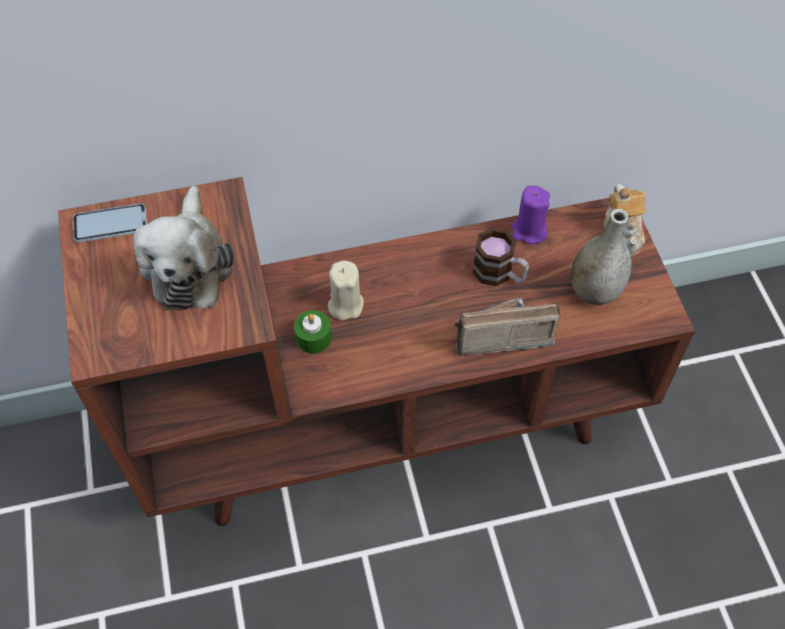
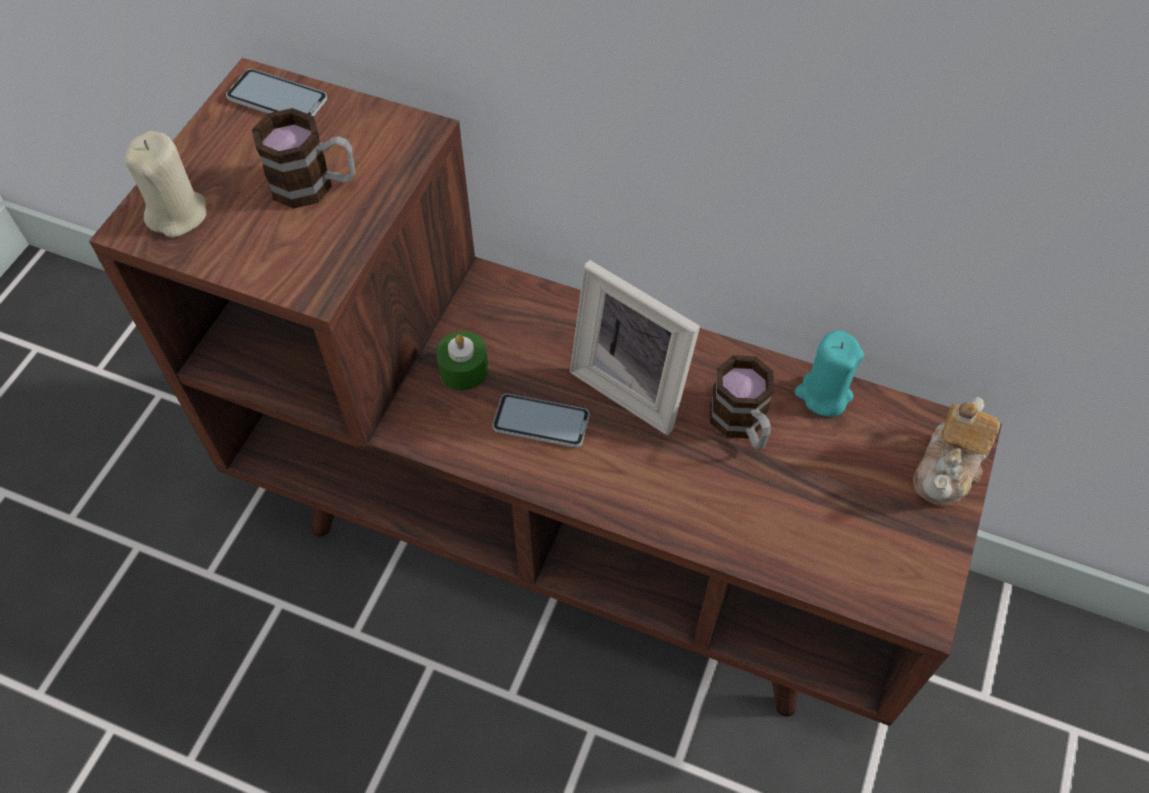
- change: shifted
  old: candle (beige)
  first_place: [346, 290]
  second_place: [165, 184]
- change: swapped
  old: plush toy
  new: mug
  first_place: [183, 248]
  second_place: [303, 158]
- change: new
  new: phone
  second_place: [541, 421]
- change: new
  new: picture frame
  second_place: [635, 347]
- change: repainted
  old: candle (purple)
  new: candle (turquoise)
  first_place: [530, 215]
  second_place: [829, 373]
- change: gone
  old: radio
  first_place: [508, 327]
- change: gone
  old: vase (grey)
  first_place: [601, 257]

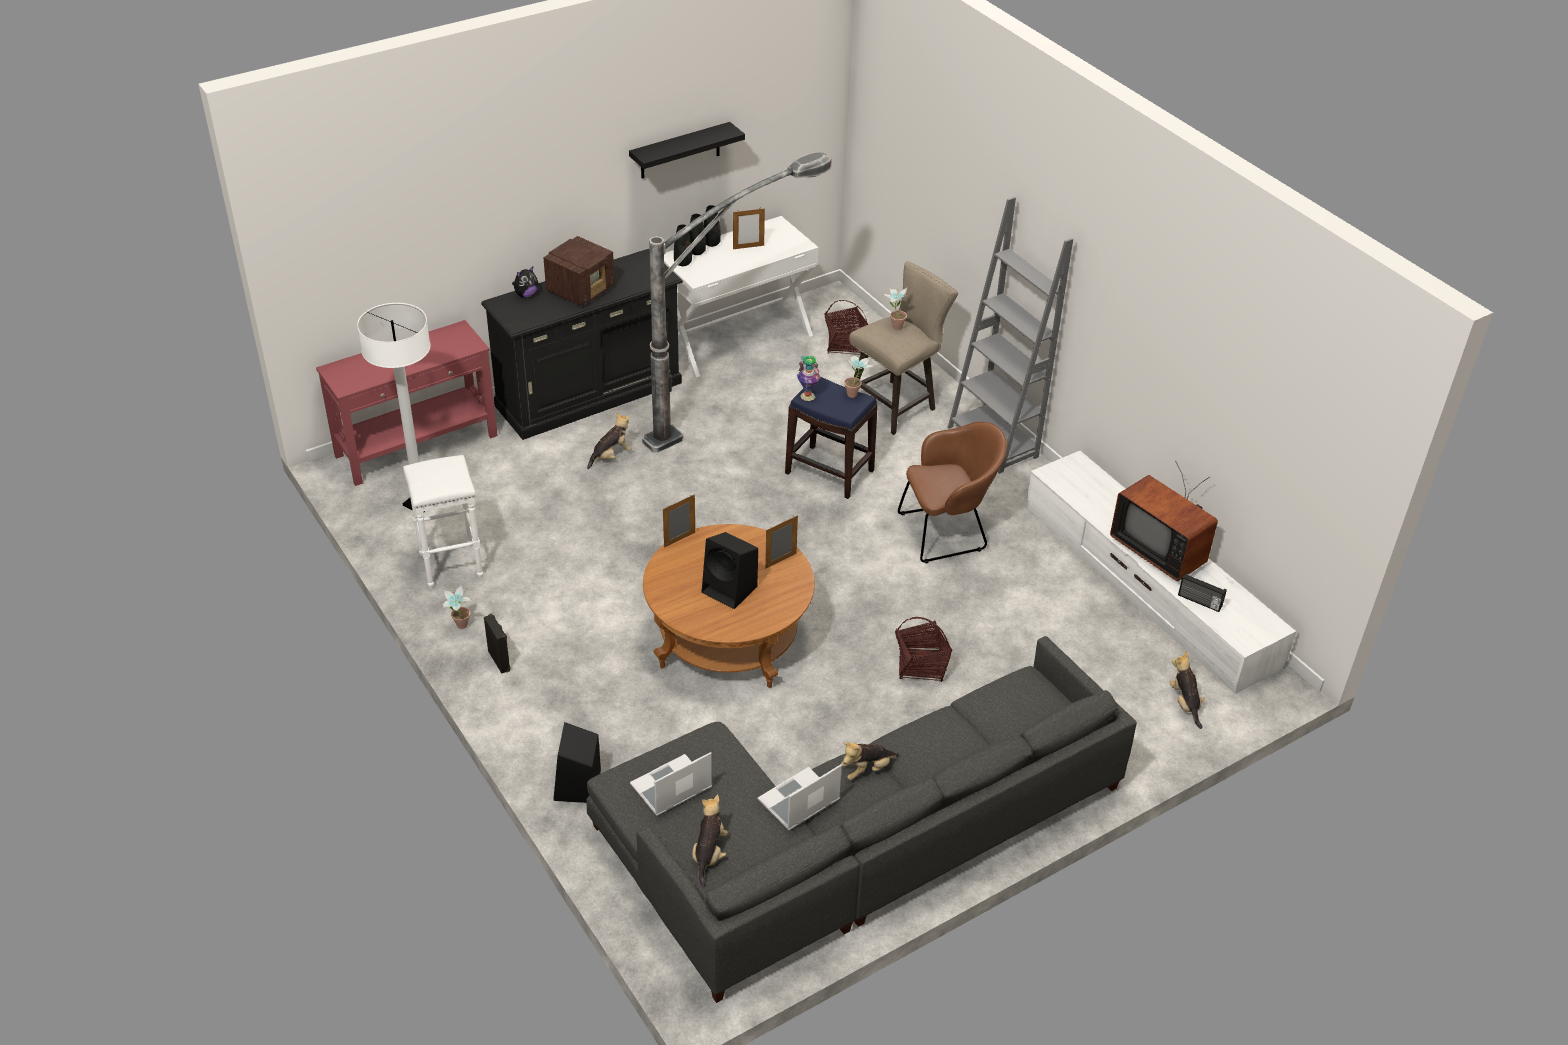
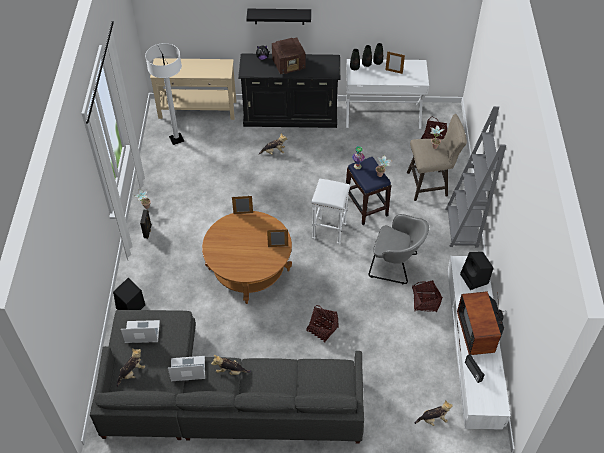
- change: repainted
  old: console table (red)
  new: console table (beige)
  first_place: [407, 403]
  second_place: [193, 89]
- change: shifted
  old: shelf (black)
  first_place: [687, 150]
  second_place: [278, 17]
- change: shifted
  old: stool (white)
  first_place: [443, 521]
  second_place: [330, 212]
- change: repainted
  old: armchair (brown)
  new: armchair (grey)
  first_place: [952, 492]
  second_place: [398, 249]
- change: new
  new: basket
  second_place: [427, 296]
- change: rotated
  old: plush toy
  first_place: [1187, 690]
  second_place: [433, 413]
  degrees: 60
- change: shifted
  old: speaker (black)
  first_place: [730, 570]
  second_place: [476, 271]
- change: gone
  old: floor lamp
  first_place: [737, 302]

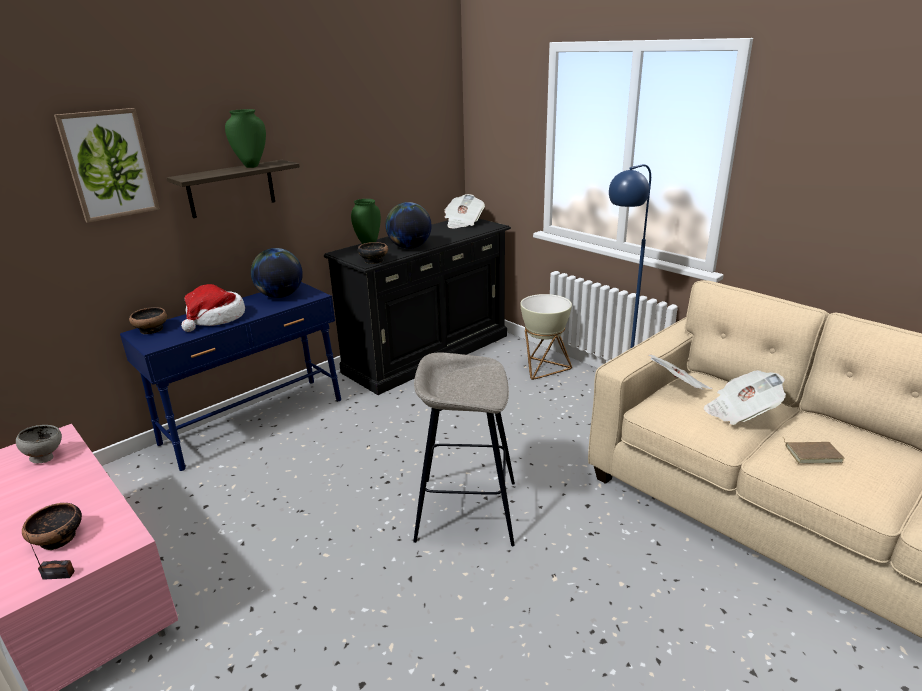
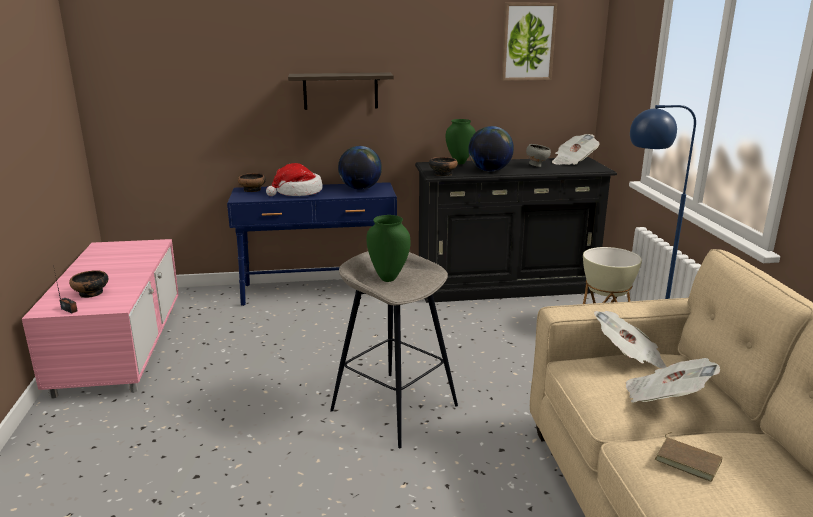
- change: shifted
  old: vase (green)
  first_place: [245, 138]
  second_place: [388, 248]
- change: shifted
  old: picture
  first_place: [107, 165]
  second_place: [529, 42]
- change: shifted
  old: bowl (grey)
  first_place: [39, 444]
  second_place: [538, 155]

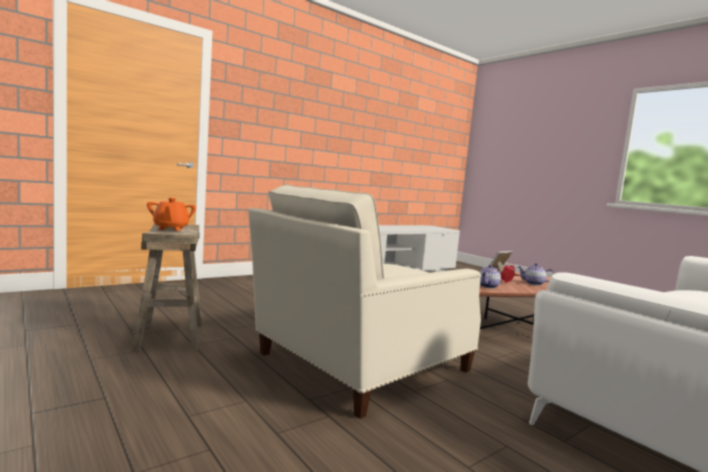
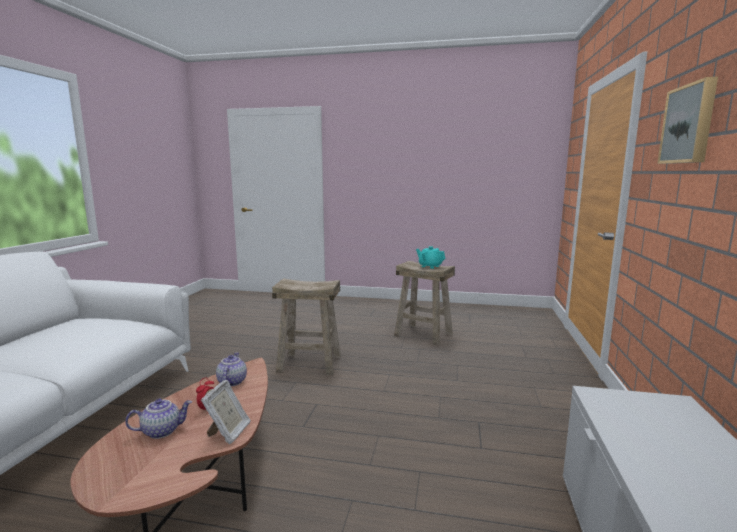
- change: swapped
  old: armchair (beige)
  new: stool (beige)
  first_place: [364, 301]
  second_place: [306, 327]
- change: repainted
  old: teapot (orange)
  new: teapot (turquoise)
  first_place: [171, 214]
  second_place: [430, 257]
- change: new
  new: picture
  second_place: [687, 120]

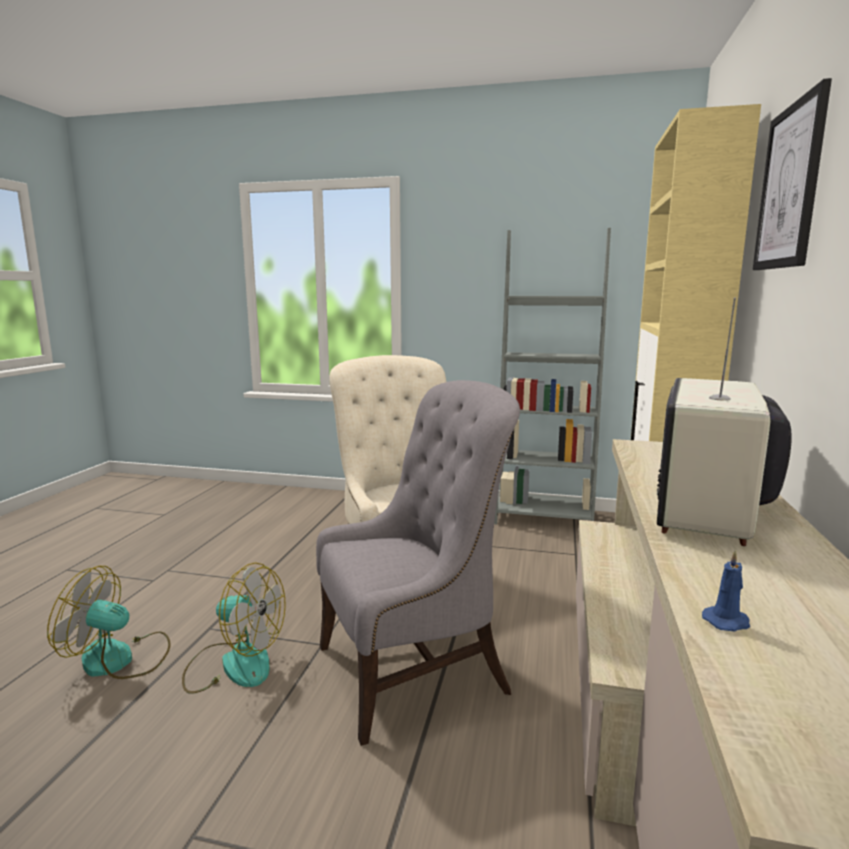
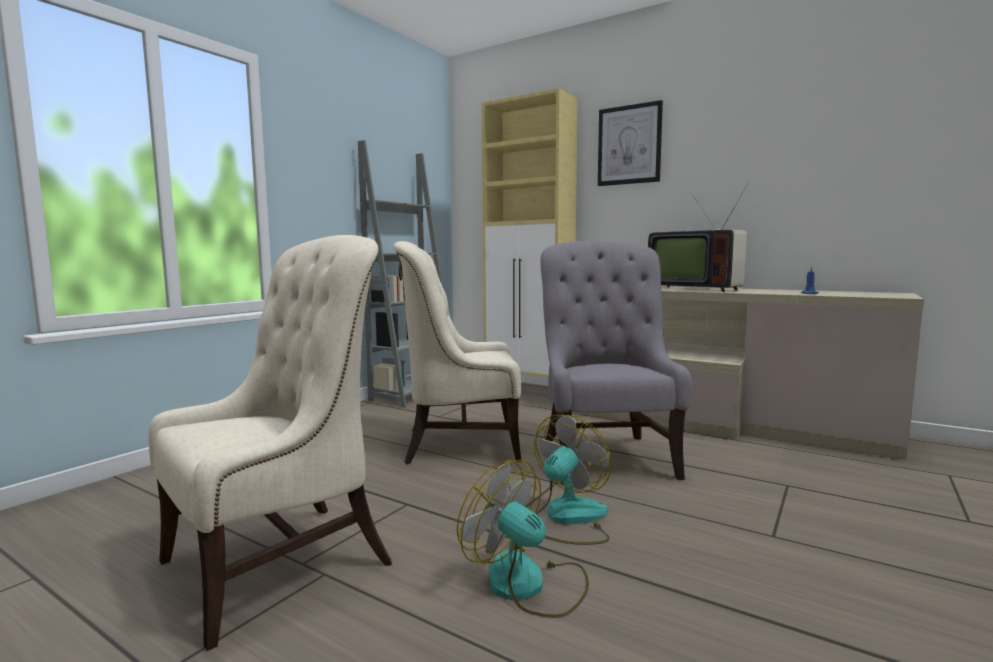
- change: new
  new: armchair (beige)
  second_place: [270, 443]
- change: rotated
  old: fan
  first_place: [109, 622]
  second_place: [523, 539]
  degrees: 105

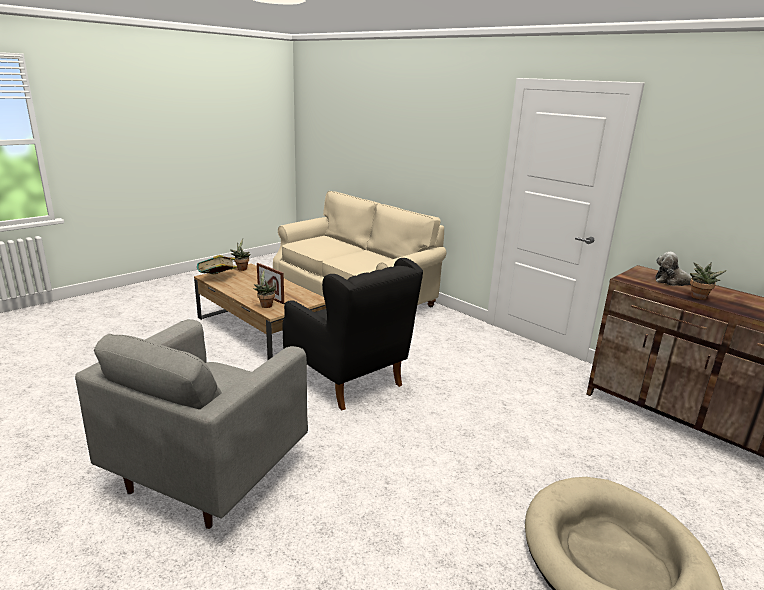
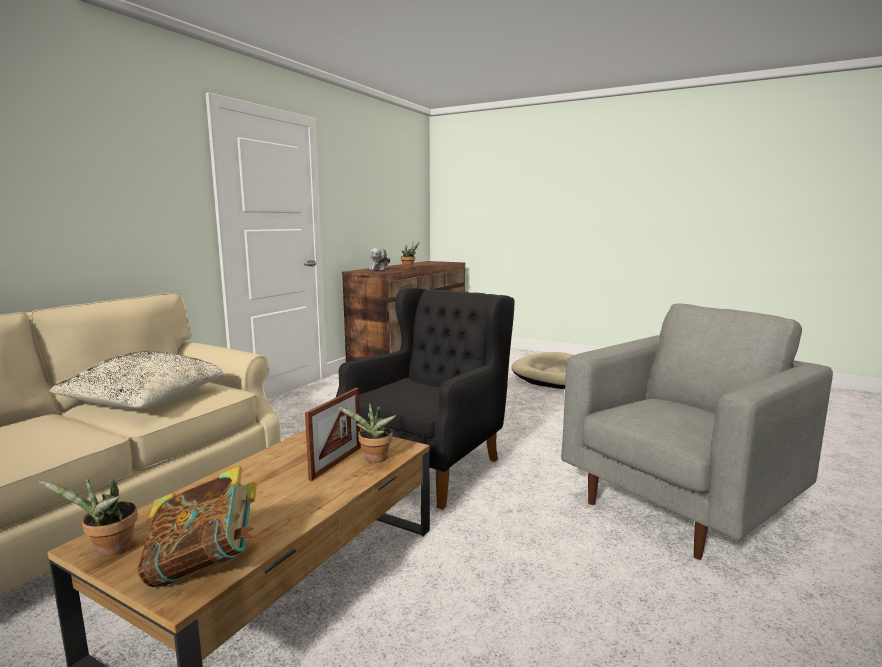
- change: new
  new: pillow (beige)
  second_place: [136, 380]
- change: rotated
  old: armchair (grey)
  first_place: [191, 424]
  second_place: [697, 431]
  degrees: -45

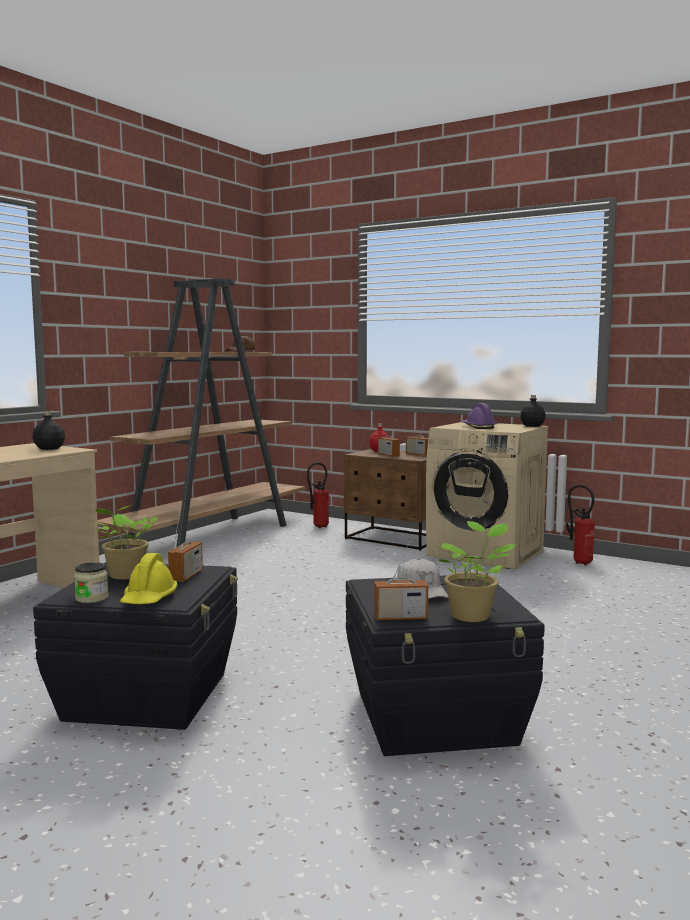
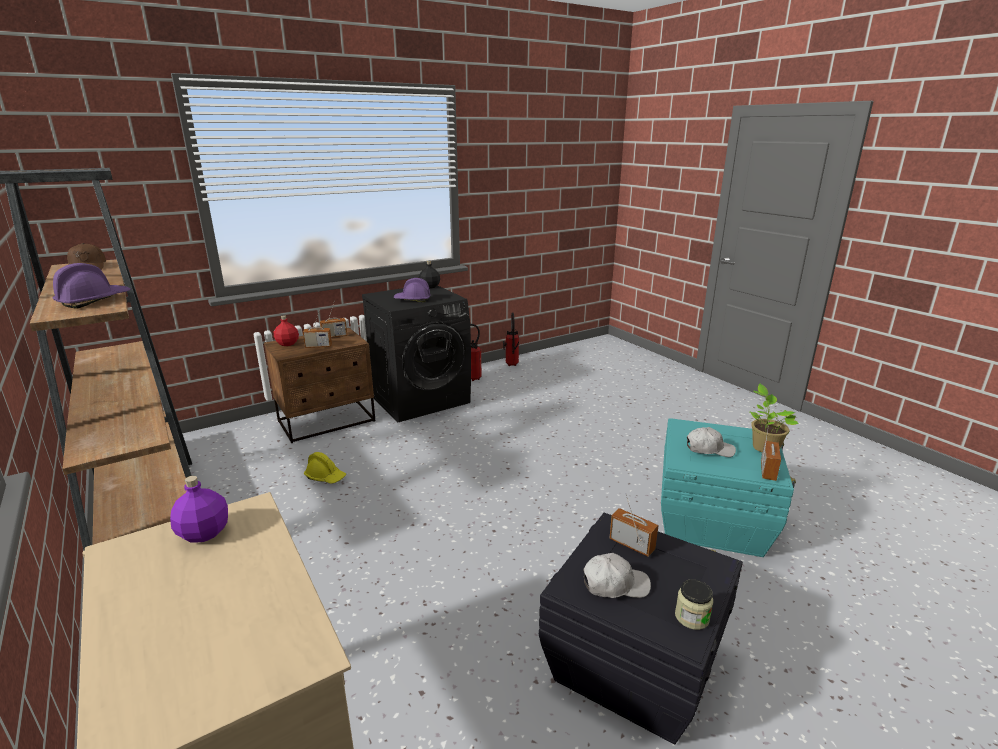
- change: new
  new: hard hat (purple)
  second_place: [92, 285]
- change: repainted
  old: bottle (black)
  new: bottle (purple)
  first_place: [49, 430]
  second_place: [199, 509]
- change: shifted
  old: hard hat (yellow)
  first_place: [148, 578]
  second_place: [325, 468]
- change: repainted
  old: washing machine (beige)
  new: washing machine (black)
  first_place: [487, 496]
  second_place: [416, 354]
- change: shifted
  old: fire extinguisher
  first_place: [318, 495]
  second_place: [511, 339]
- change: swapped
  old: potted plant
  new: cap (white)
  first_place: [124, 542]
  second_place: [617, 575]
- change: repainted
  old: storage box (black)
  new: storage box (turquoise)
  first_place: [445, 665]
  second_place: [728, 487]

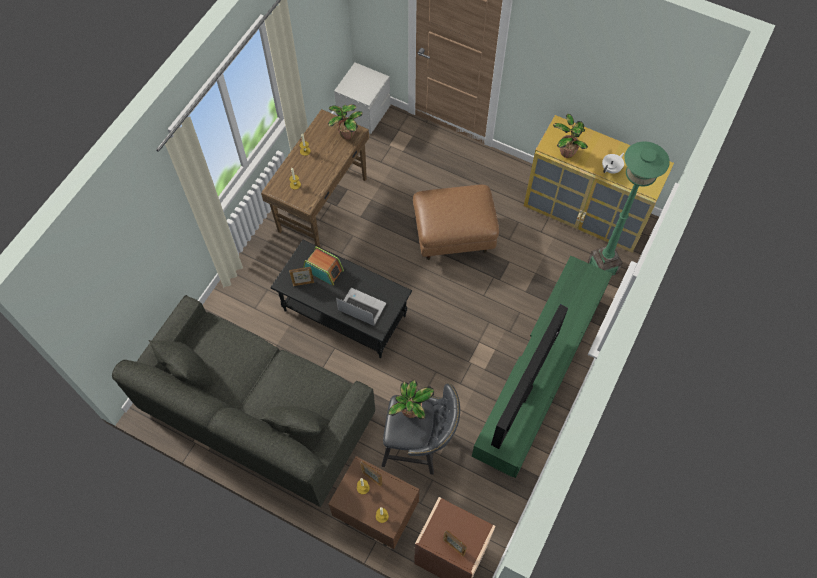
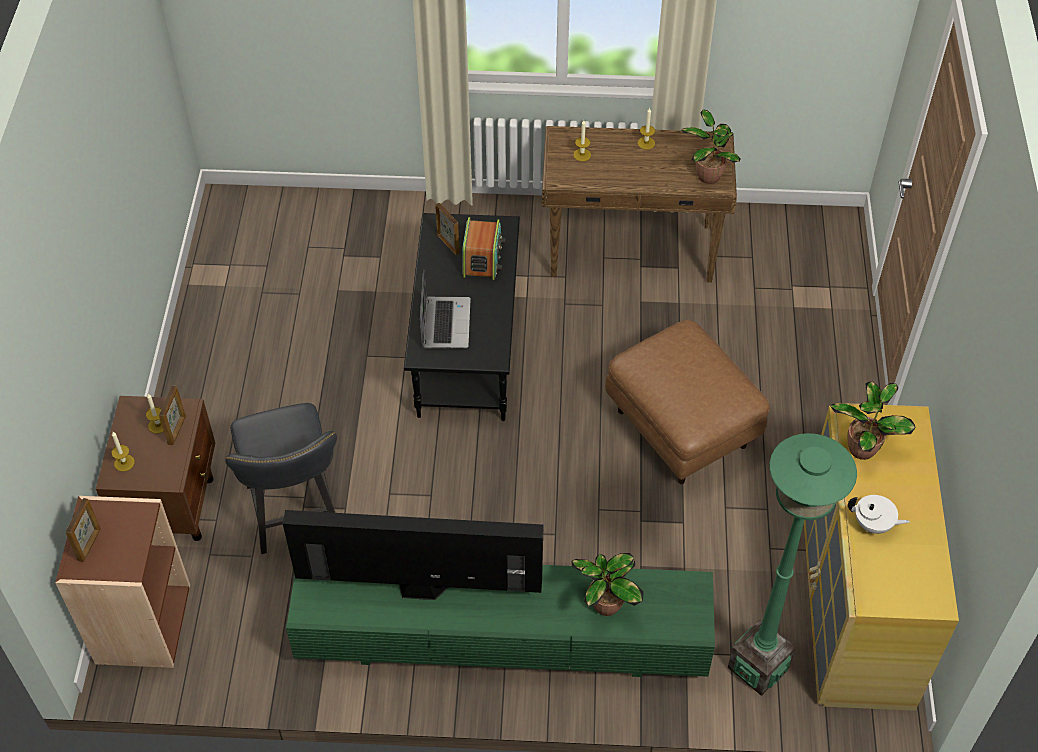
- change: shifted
  old: potted plant
  first_place: [411, 399]
  second_place: [608, 584]
- change: gone
  old: sofa (grey)
  first_place: [243, 401]
- change: gone
  old: nightstand (white)
  first_place: [362, 98]

